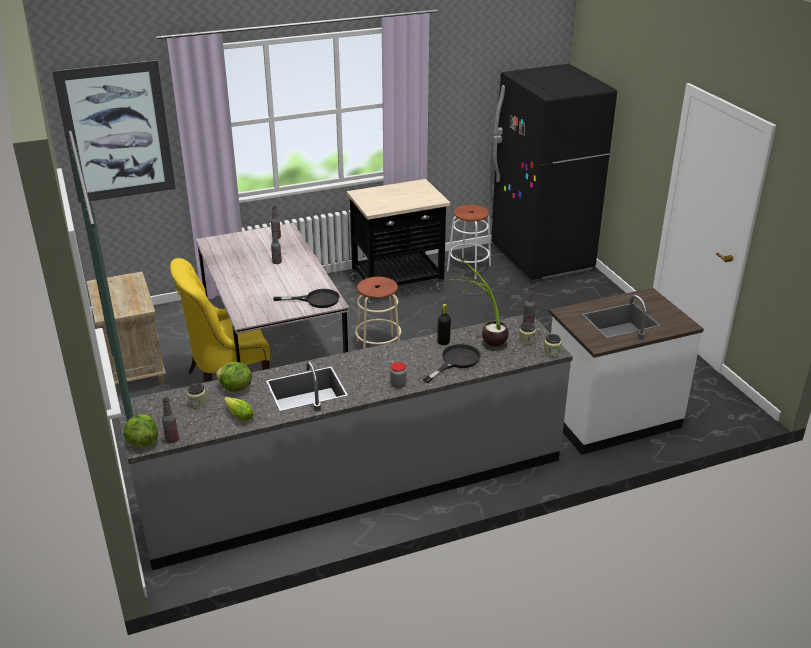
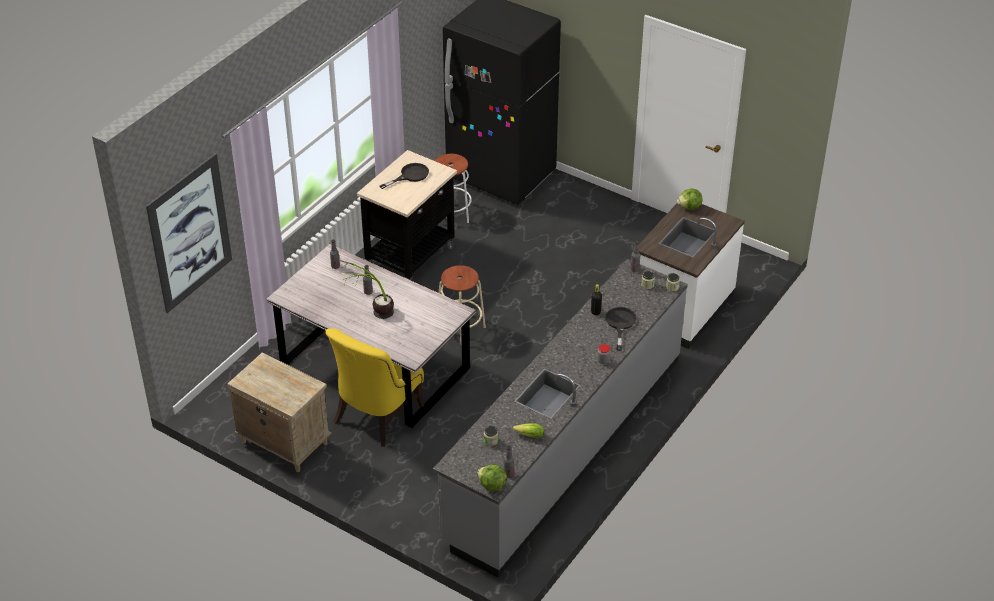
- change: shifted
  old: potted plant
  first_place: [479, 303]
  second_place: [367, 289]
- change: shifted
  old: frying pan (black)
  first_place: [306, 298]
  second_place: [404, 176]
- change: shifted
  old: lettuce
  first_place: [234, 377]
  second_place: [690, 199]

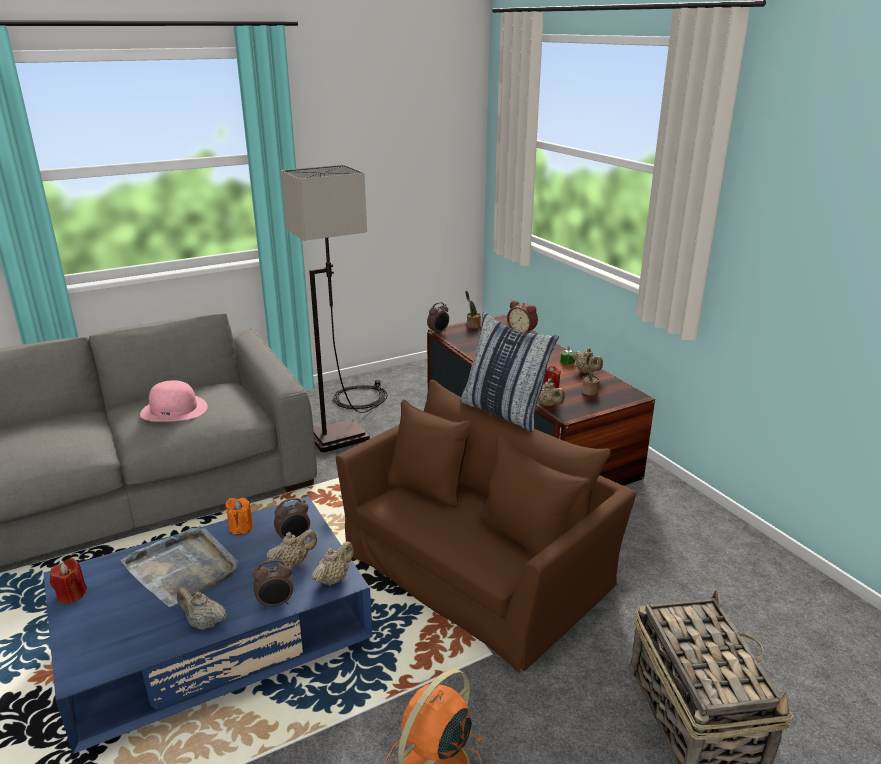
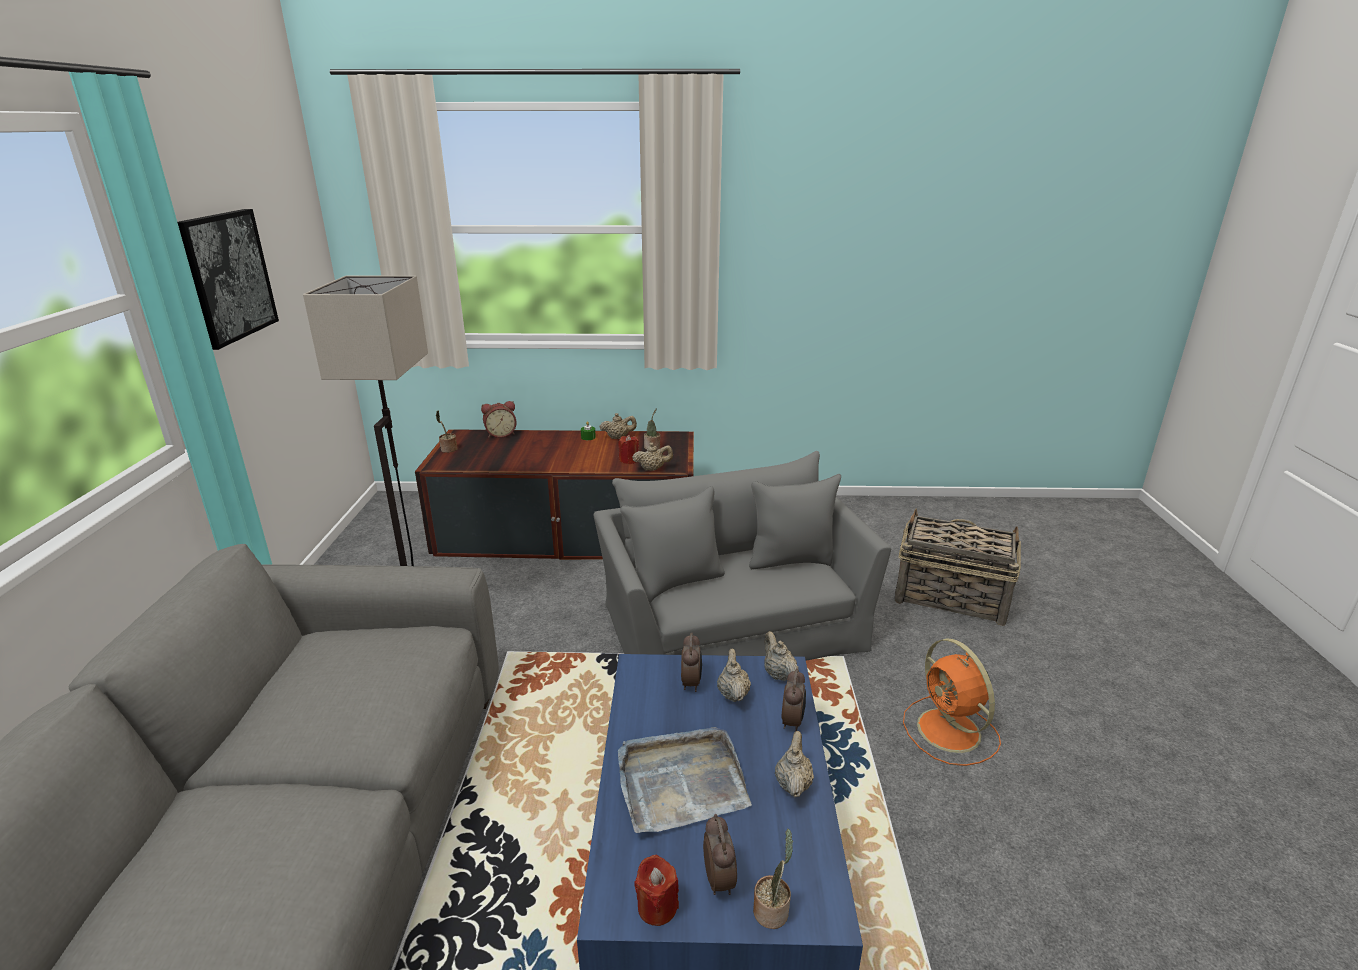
- change: new
  new: picture
  second_place: [228, 279]
- change: repainted
  old: armchair (brown)
  new: armchair (grey)
  first_place: [486, 526]
  second_place: [742, 556]
- change: shifted
  old: alarm clock
  first_place: [438, 317]
  second_place: [720, 854]
- change: new
  new: potted plant
  second_place: [773, 879]
- change: rotated
  old: teapot (beige)
  first_place: [202, 609]
  second_place: [794, 764]
  degrees: 135
- change: gone
  old: hat (pink)
  first_place: [174, 401]
- change: gone
  old: candle (orange)
  first_place: [239, 516]
- change: gone
  old: pillow
  first_place: [509, 372]

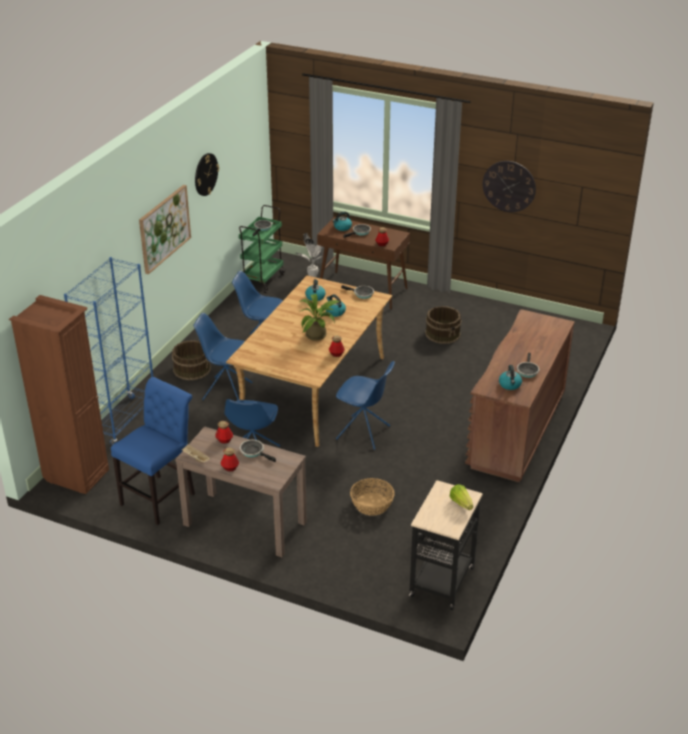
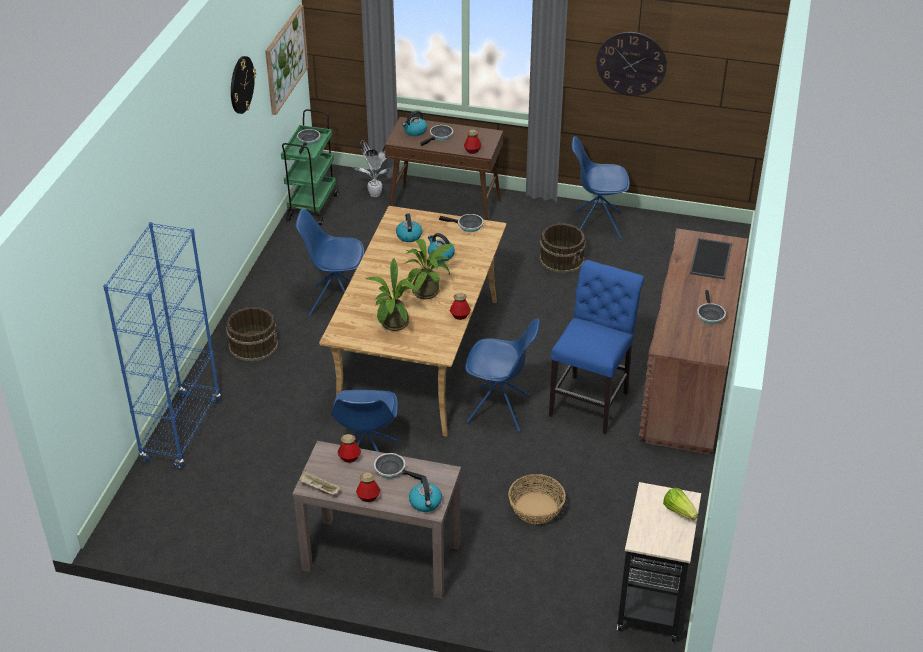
- change: shifted
  old: picture
  first_place: [165, 229]
  second_place: [286, 60]
- change: new
  new: potted plant
  second_place: [392, 294]
- change: shifted
  old: kettle
  first_place: [510, 377]
  second_place: [425, 494]
- change: shifted
  old: stool (blue)
  first_place: [153, 451]
  second_place: [596, 347]
- change: shifted
  old: chair (blue)
  first_place: [223, 356]
  second_place: [601, 187]
- change: new
  new: tray
  second_place: [711, 259]
- change: gone
  old: cabinet (brown)
  first_place: [59, 394]

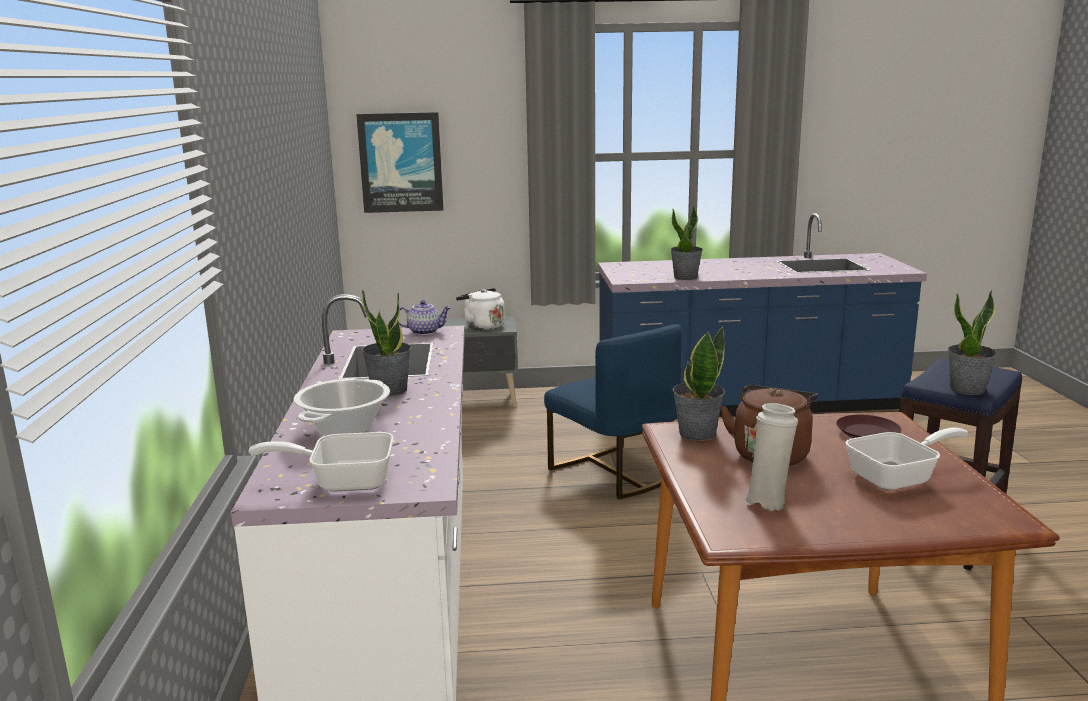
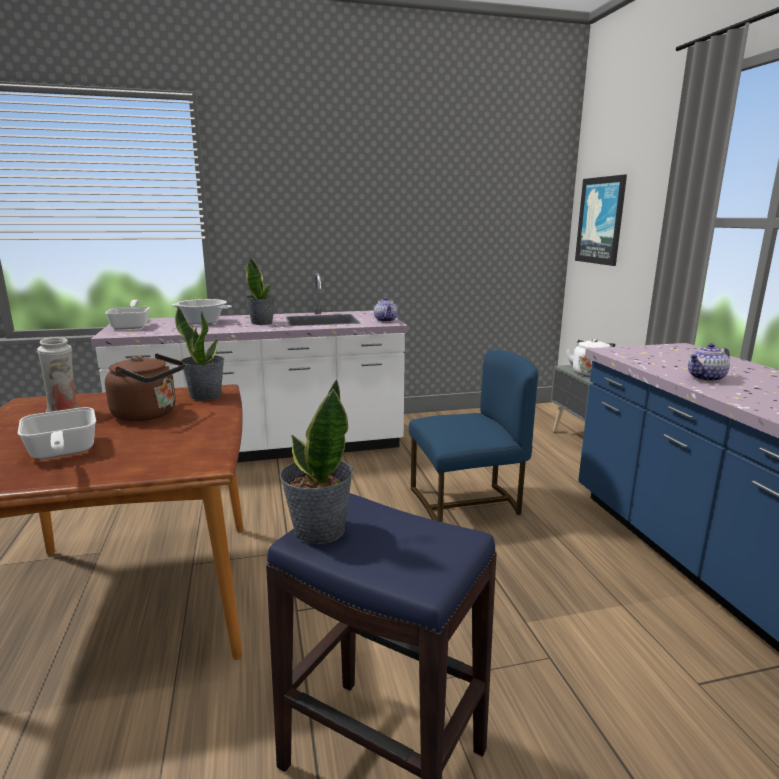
- change: rotated
  old: chair (blue)
  first_place: [613, 411]
  second_place: [473, 436]
  degrees: -150
- change: new
  new: teapot
  second_place: [709, 362]
- change: gone
  old: potted plant
  first_place: [686, 243]
- change: gone
  old: plate (brown)
  first_place: [868, 426]

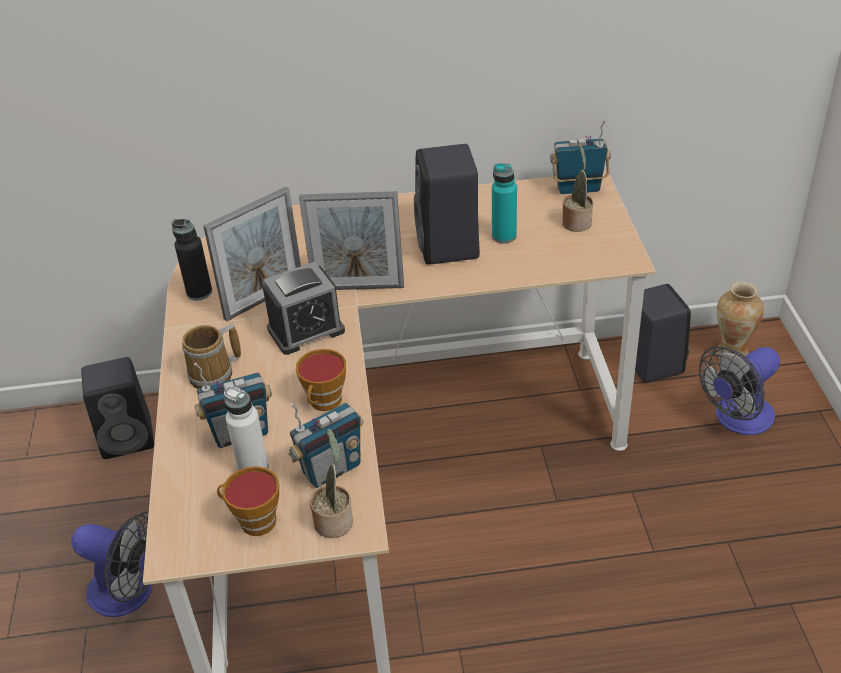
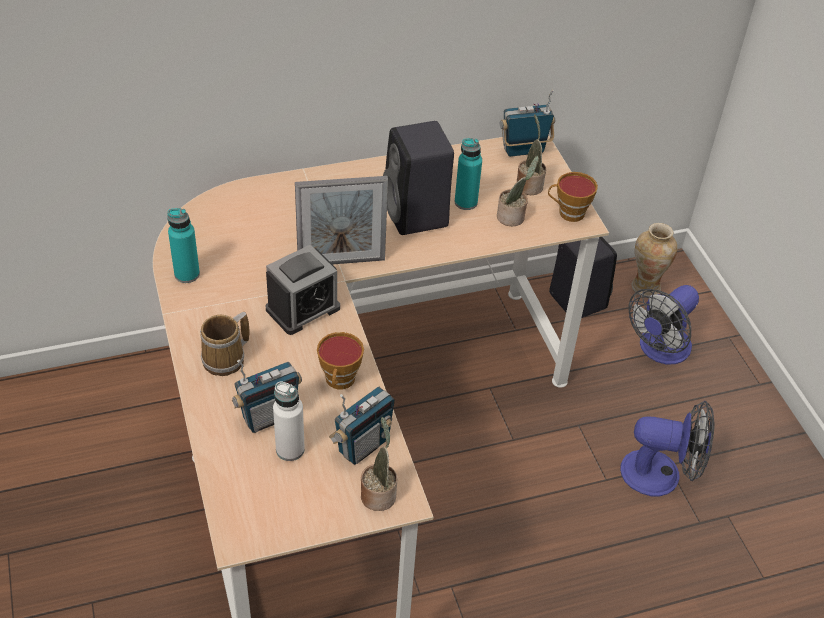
- change: repainted
  old: bottle (black)
  new: bottle (turquoise)
  first_place: [192, 259]
  second_place: [183, 245]
- change: new
  new: potted plant
  second_place: [518, 191]
- change: shifted
  old: cup
  first_place: [248, 501]
  second_place: [573, 197]
- change: shifted
  old: fan
  first_place: [112, 564]
  second_place: [667, 448]
- change: gone
  old: speaker (black)
  first_place: [117, 408]
- change: gone
  old: picture frame
  first_place: [252, 254]

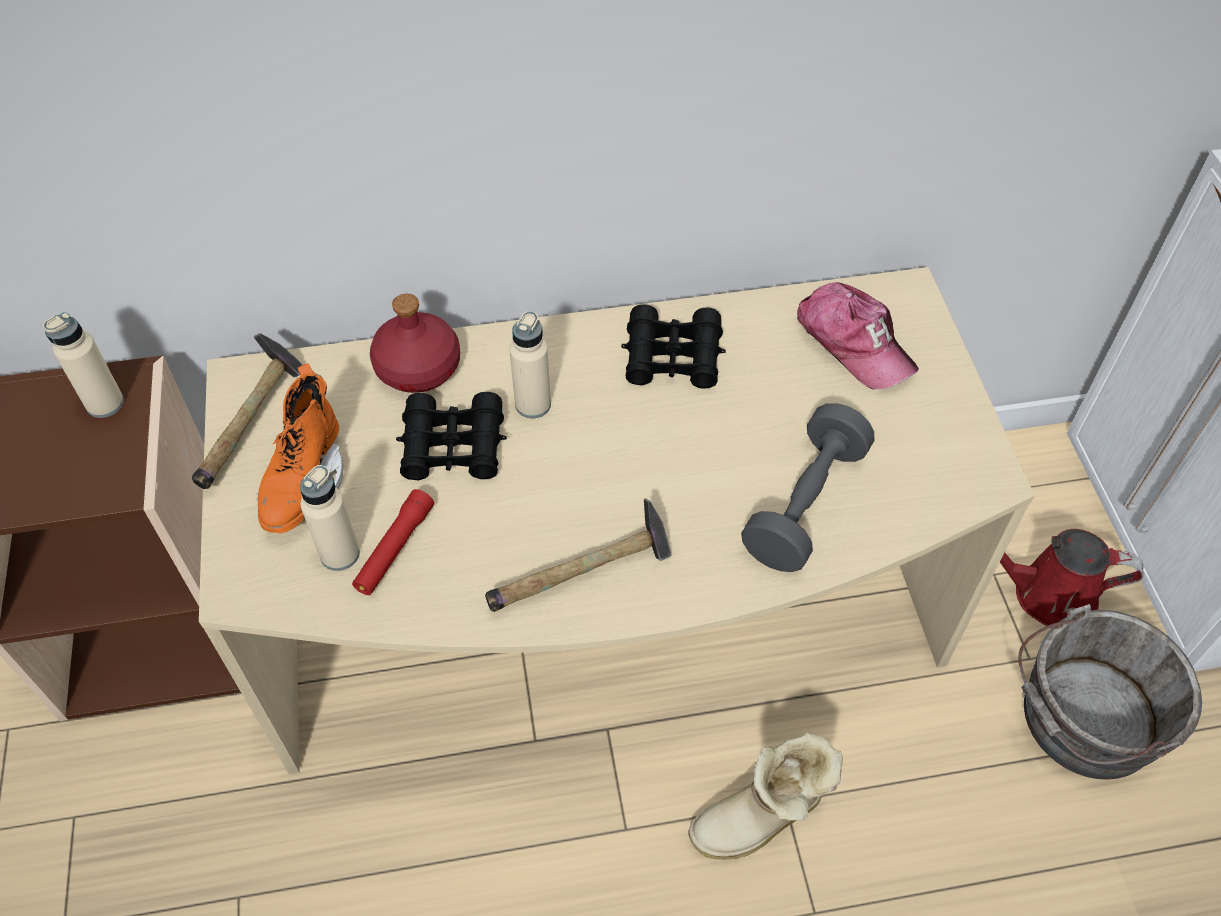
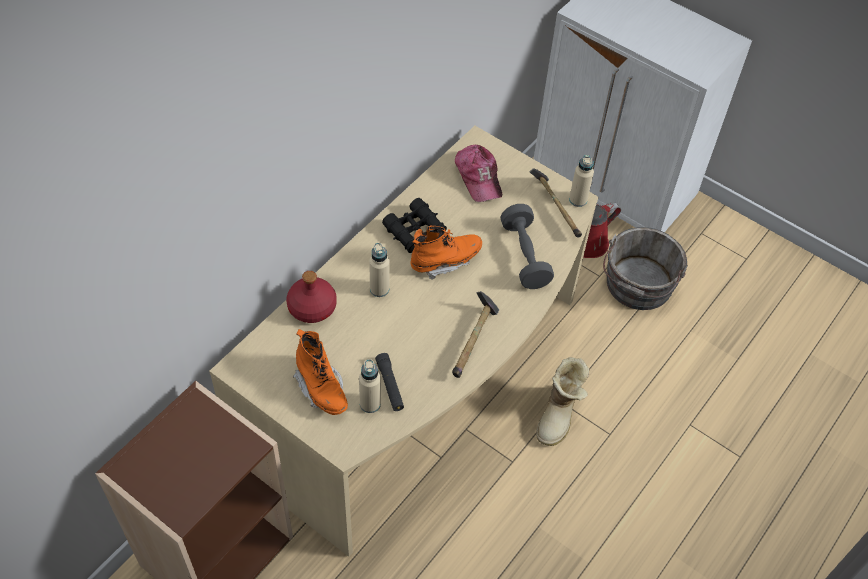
- change: repainted
  old: flashlight (red)
  new: flashlight (black)
  first_place: [393, 542]
  second_place: [389, 382]
- change: new
  new: boot (orange)
  second_place: [446, 253]
- change: rotated
  old: cap
  first_place: [858, 335]
  second_place: [478, 173]
  degrees: 60
- change: shifted
  old: hammer
  first_place: [247, 411]
  second_place: [556, 202]
- change: shifted
  old: bottle (beige)
  first_place: [83, 365]
  second_place: [581, 181]
- change: gone
  old: binoculars (black)
  first_place: [451, 436]

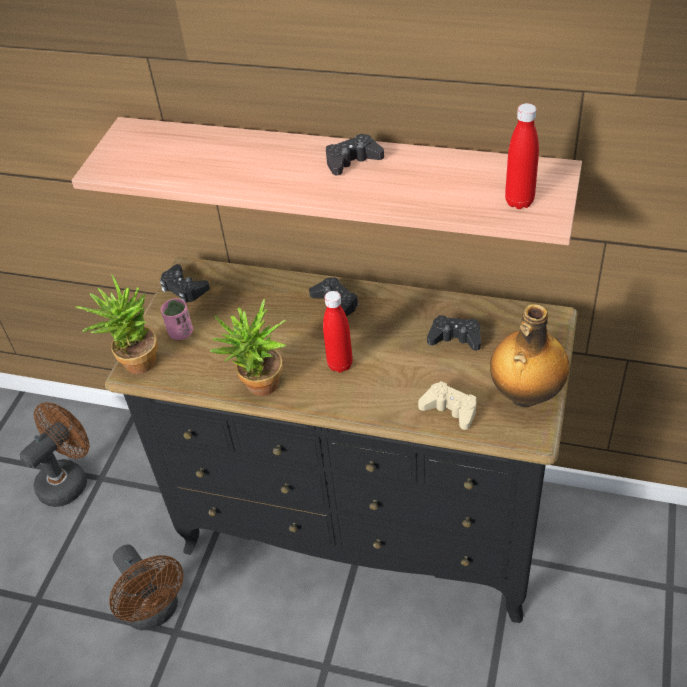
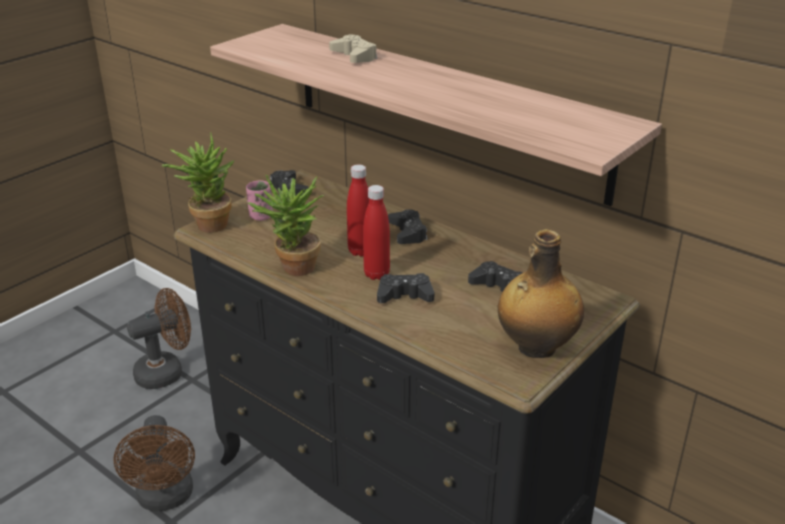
- change: shifted
  old: game controller (beige)
  first_place: [447, 405]
  second_place: [353, 48]
- change: shifted
  old: bottle (red)
  first_place: [522, 156]
  second_place: [358, 210]
- change: shifted
  old: game controller (black)
  first_place: [355, 154]
  second_place: [405, 288]

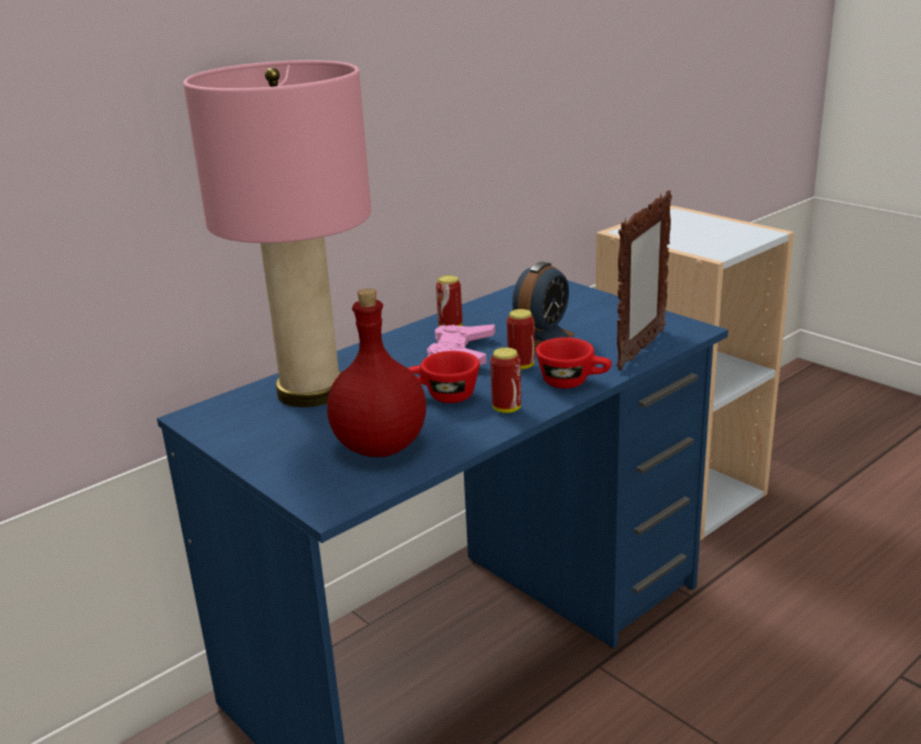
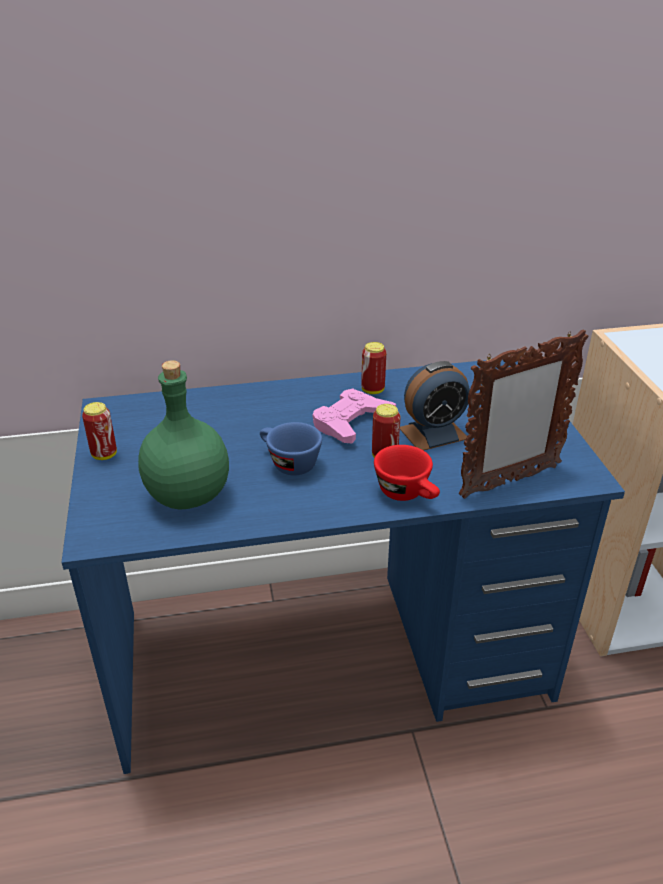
- change: shifted
  old: can
  first_place: [505, 380]
  second_place: [99, 431]
- change: repainted
  old: bottle (red)
  new: bottle (green)
  first_place: [376, 372]
  second_place: [183, 435]
- change: repainted
  old: cup (red)
  new: cup (blue)
  first_place: [444, 377]
  second_place: [291, 449]
- change: gone
  old: table lamp (pink)
  first_place: [277, 233]

